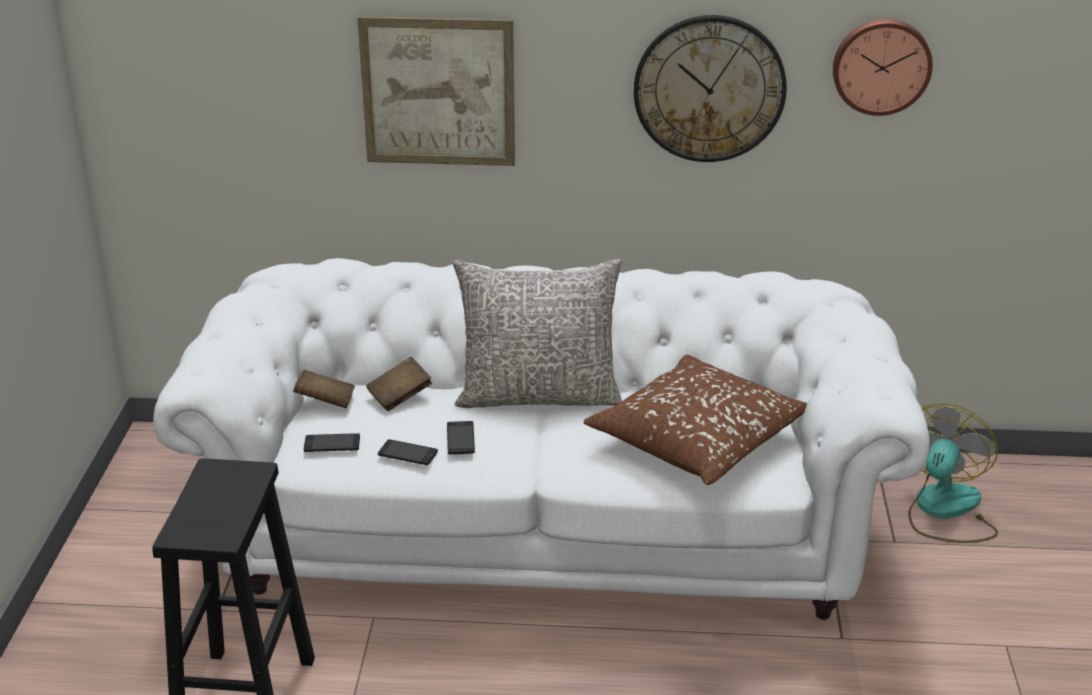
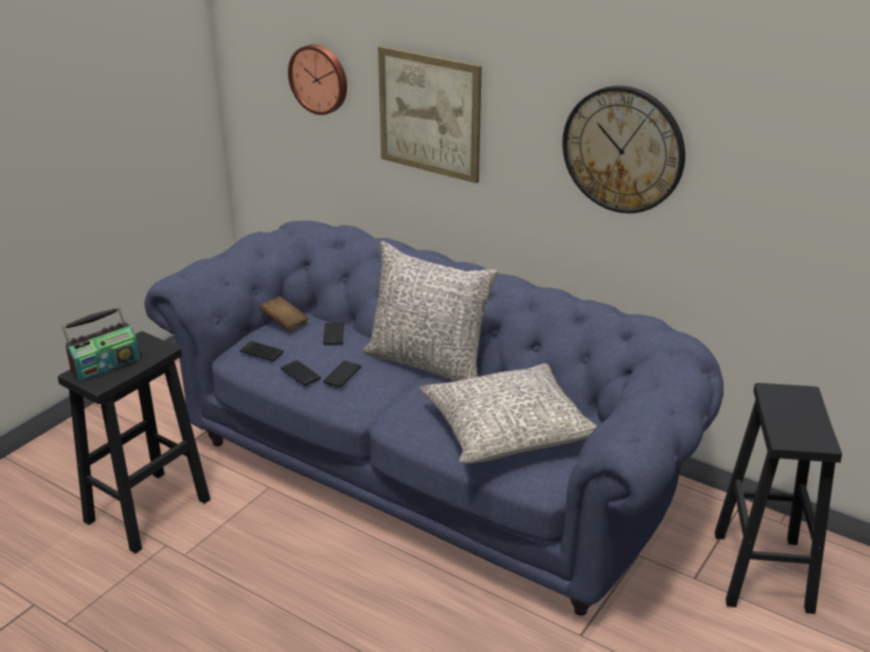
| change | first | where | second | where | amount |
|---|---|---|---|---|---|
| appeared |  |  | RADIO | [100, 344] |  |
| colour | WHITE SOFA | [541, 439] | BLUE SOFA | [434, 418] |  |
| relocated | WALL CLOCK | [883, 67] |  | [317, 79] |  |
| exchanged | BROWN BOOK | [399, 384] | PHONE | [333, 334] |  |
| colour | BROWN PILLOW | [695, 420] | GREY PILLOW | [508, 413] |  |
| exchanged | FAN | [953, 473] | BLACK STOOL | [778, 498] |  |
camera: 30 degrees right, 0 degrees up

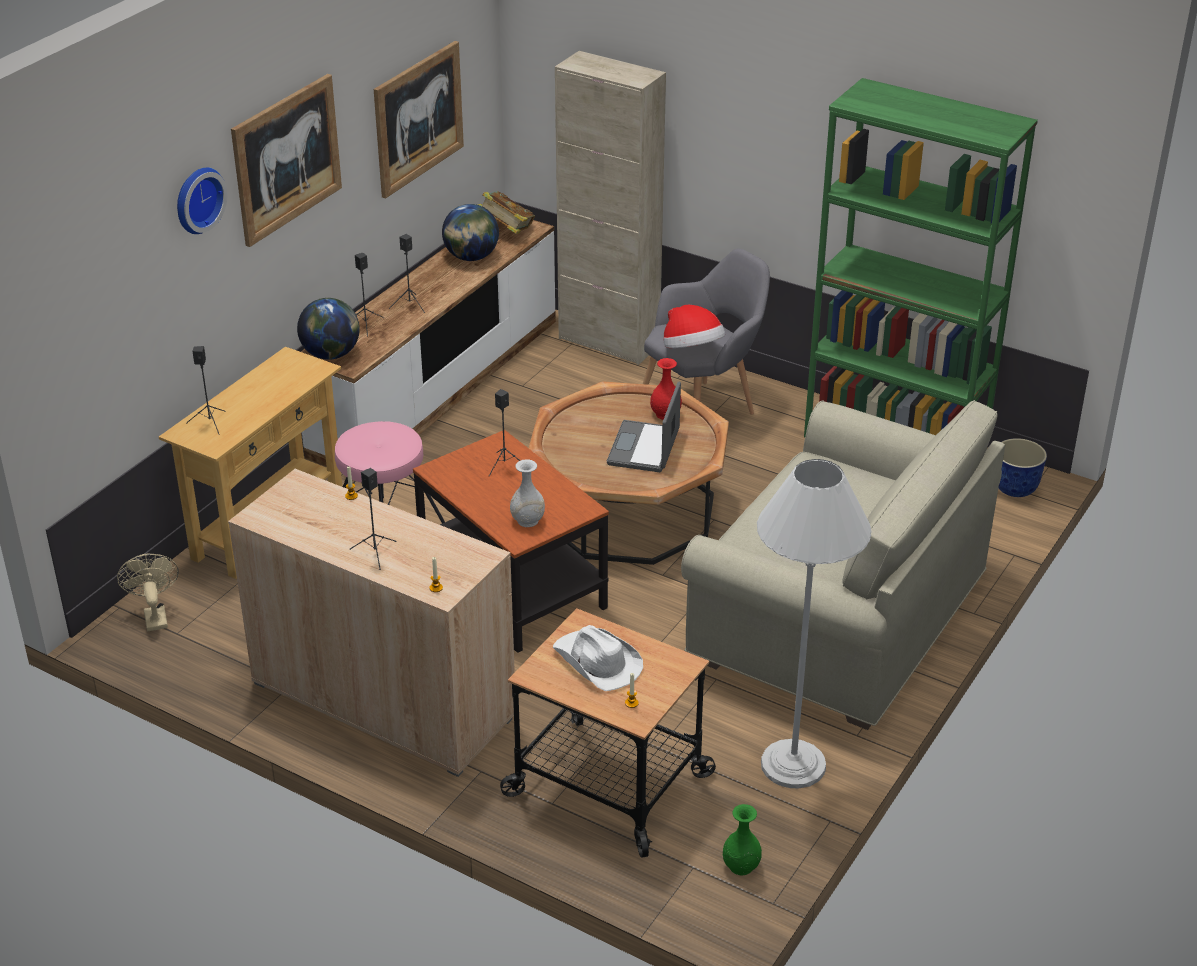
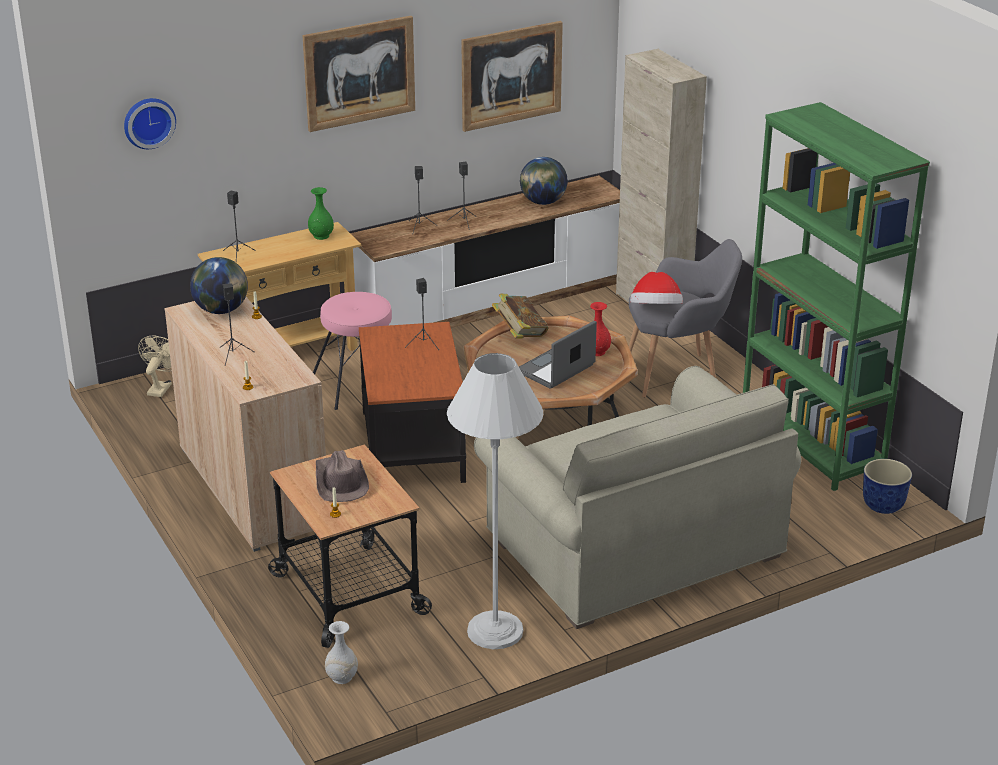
| change | first | where | second | where | amount |
|---|---|---|---|---|---|
| relocated | WALL CLOCK | [202, 201] |  | [150, 123] |  |
| relocated | GLOBE | [328, 329] |  | [219, 285] |  |
| relocated | GREEN VASE | [742, 839] |  | [321, 213] |  |
| colour | WHITE HAT | [598, 658] | BROWN HAT | [342, 476] |  |
| relocated | WHITE VASE | [527, 493] |  | [341, 652] |  |
| relocated | BOOK | [506, 212] |  | [520, 316] |  |
camera: 30 degrees right, 5 degrees down

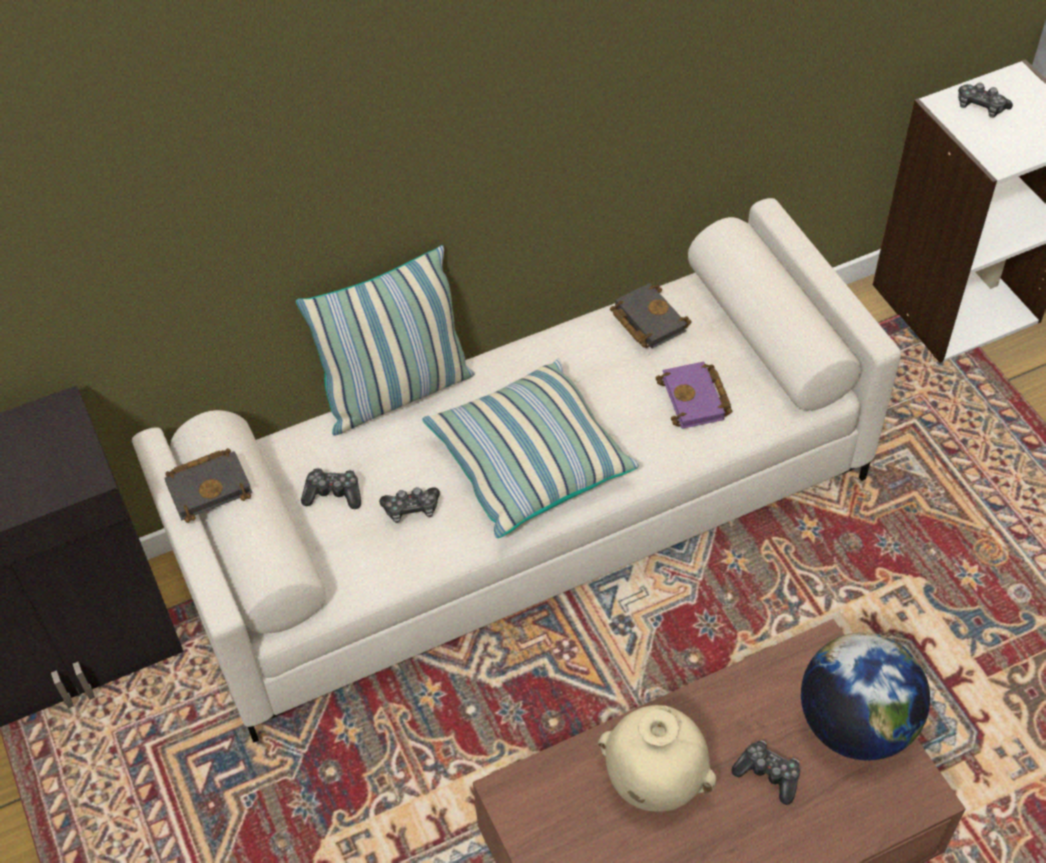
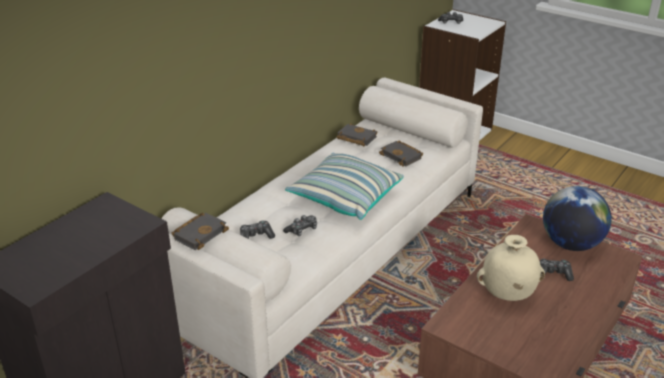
| change | first | where | second | where | amount |
|---|---|---|---|---|---|
| colour | PURPLE BOOK | [693, 395] | BLACK BOOK | [401, 153] |  |
| missing | PILLOW | [385, 340] |  |  |  |
camera: 30 degrees left, 20 degrees down

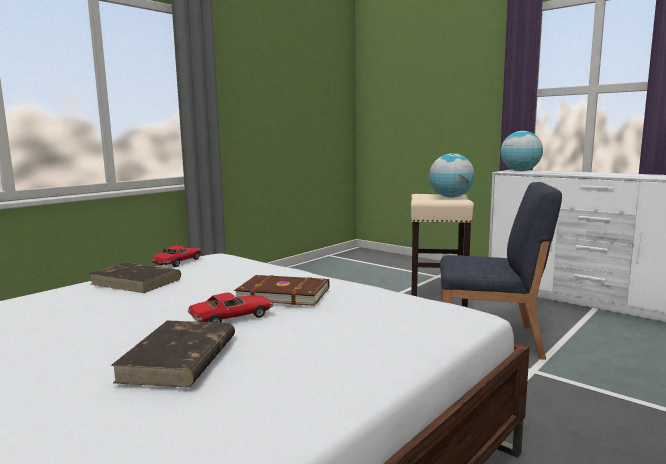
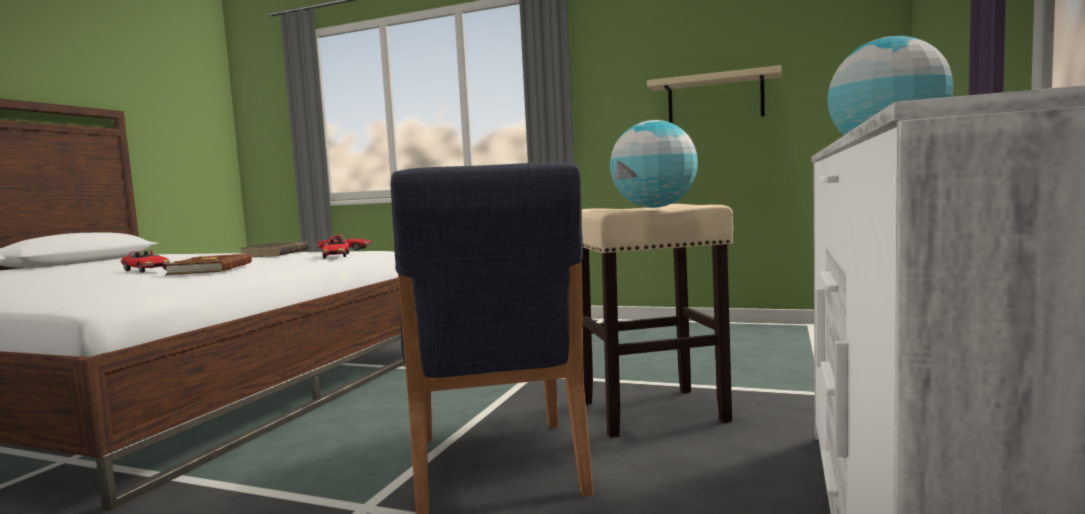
| change | first | where | second | where | amount |
|---|---|---|---|---|---|
| appeared |  |  | TOY CAR | [336, 248] |  |
| appeared |  |  | BEIGE SHELF | [714, 94] |  |
| missing | BROWN BOOK | [173, 354] |  |  |  |
camera: 70 degrees right, 5 degrees down

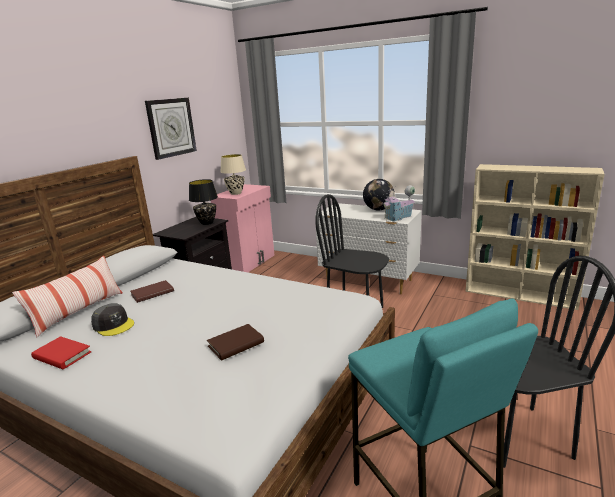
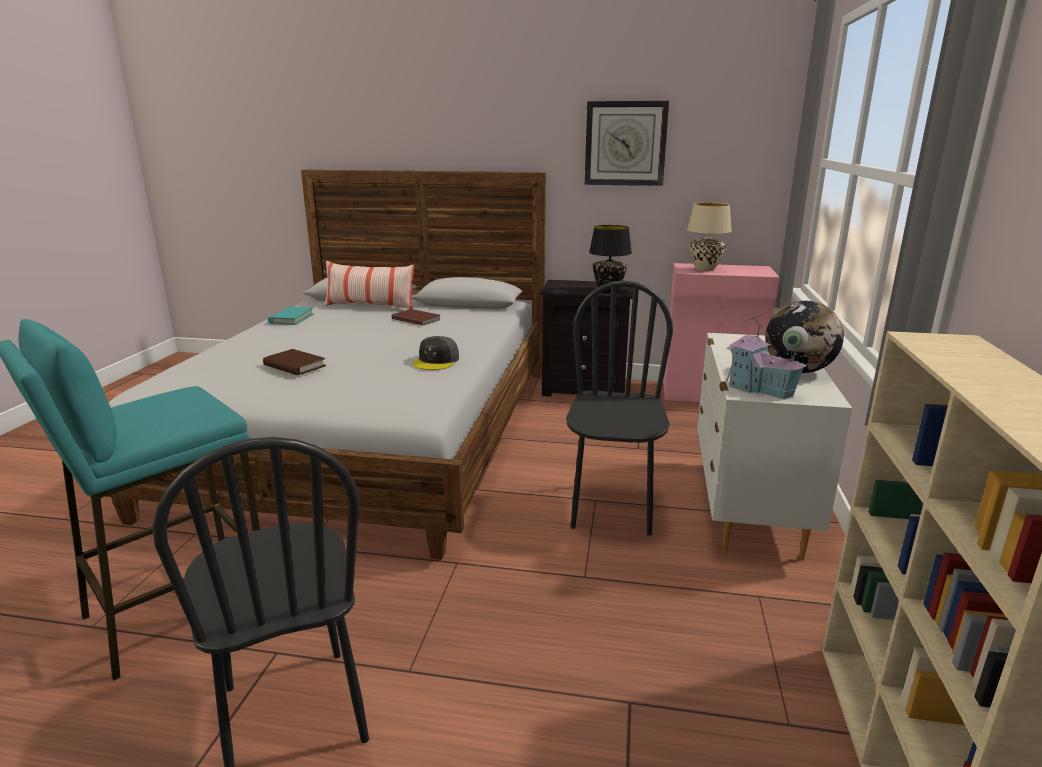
| change | first | where | second | where | amount |
|---|---|---|---|---|---|
| colour | RED BOOK | [61, 352] | TURQUOISE BOOK | [291, 316] |  |
| relocated | GREY CAP | [112, 319] |  | [436, 353] |  |
camera: 70 degrees right, 0 degrees up

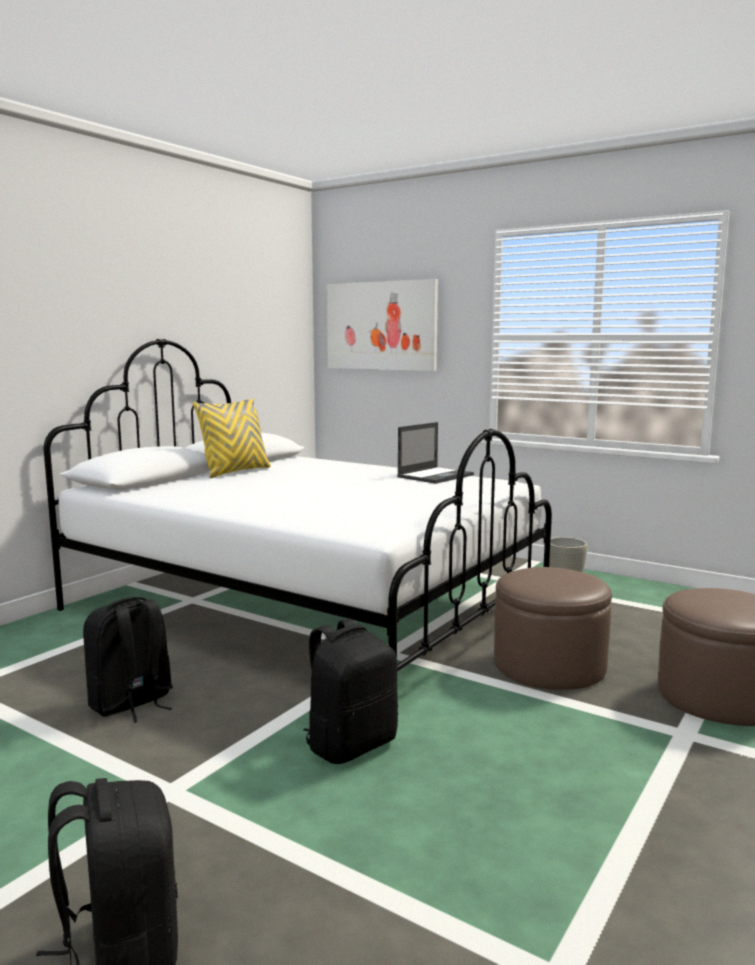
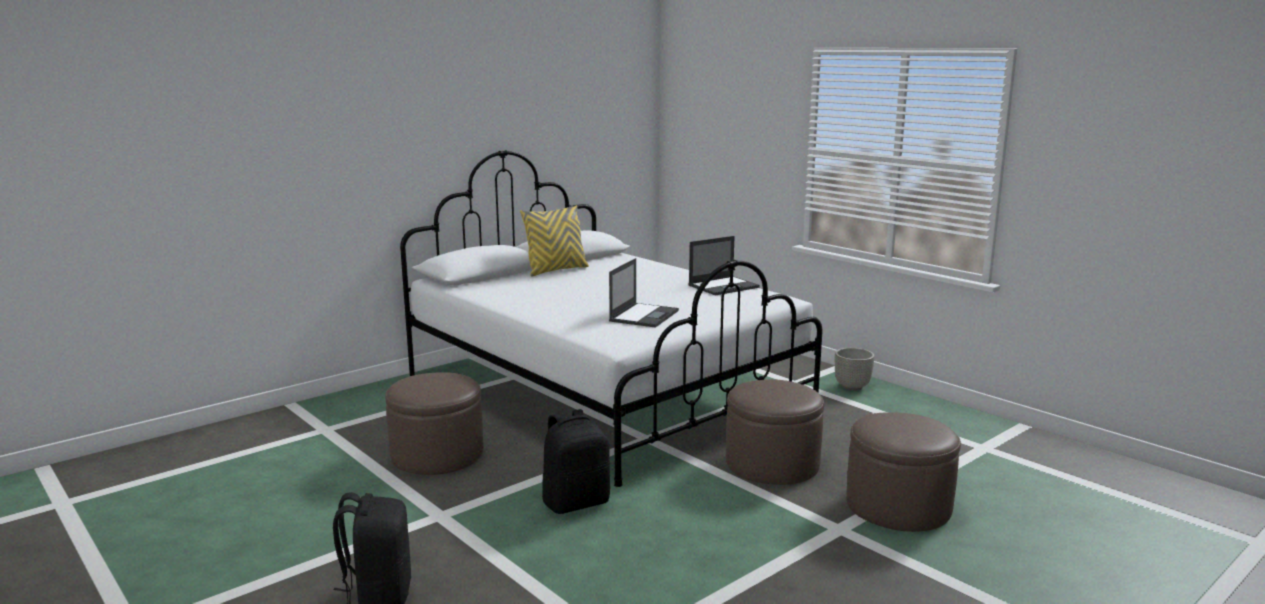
| change | first | where | second | where | amount |
|---|---|---|---|---|---|
| exchanged | BLACK BACKPACK | [128, 660] | BROWN OTTOMAN | [434, 423] |  |
| appeared |  |  | LAPTOP | [644, 293] |  |
| missing | PICTURE | [382, 325] |  |  |  |
camera: 15 degrees right, 5 degrees up

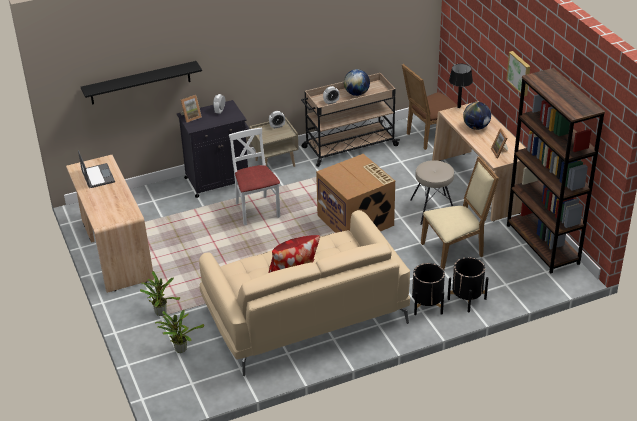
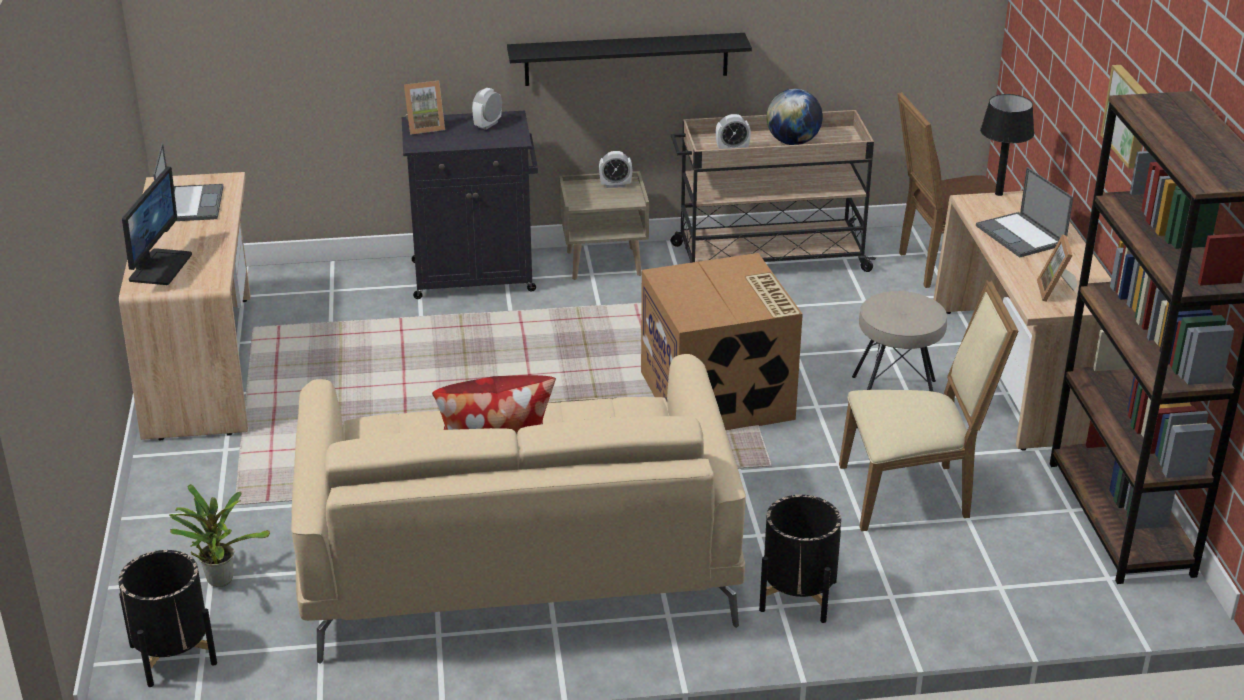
| change | first | where | second | where | amount |
|---|---|---|---|---|---|
| relocated | BLACK PLANTER | [468, 284] |  | [167, 618] |  |
| appeared |  |  | MONITOR | [157, 226] |  |
| relocated | BLACK SHELF | [141, 83] |  | [629, 59] |  |
| exchanged | GLOBE | [477, 116] | LAPTOP | [1024, 212] |  |
| missing | POTTED PLANT | [160, 293] |  |  |  |
| missing | WHITE CHAIR | [254, 176] |  |  |  |
camera: 15 degrees right, 5 degrees down

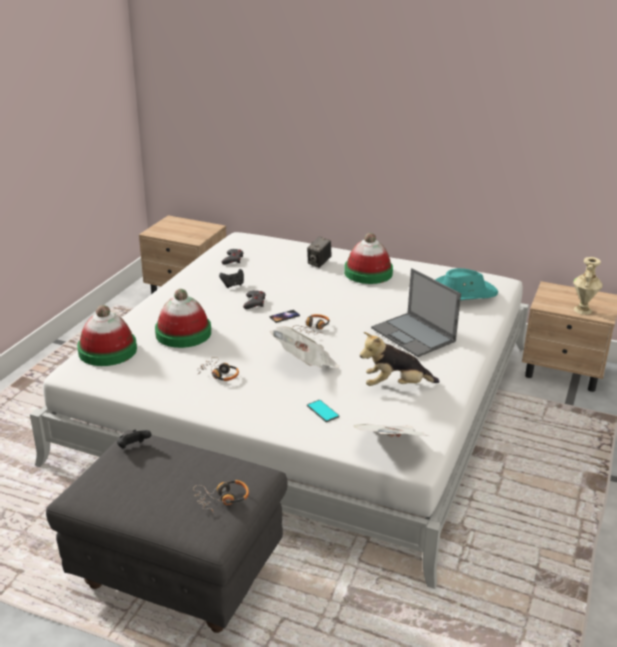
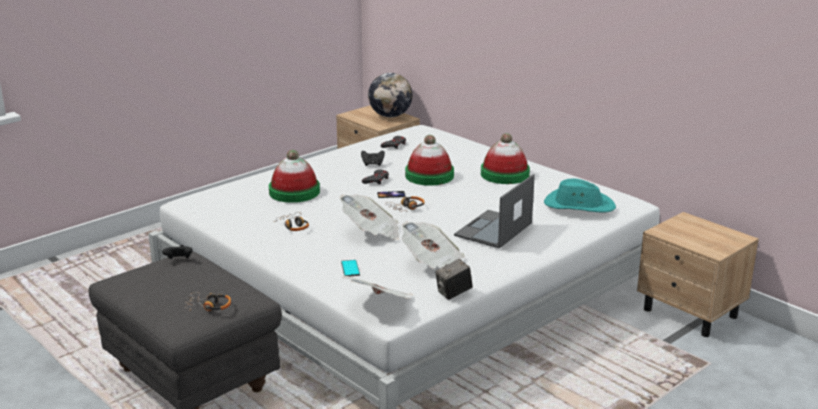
| change | first | where | second | where | amount |
|---|---|---|---|---|---|
| appeared |  |  | GLOBE | [390, 95] |  |
| exchanged | PLUSH TOY | [400, 359] | NEWSPAPER | [433, 245] |  |
| relocated | HAT | [107, 335] |  | [429, 160] |  |
| relocated | PHOTO CAMERA | [319, 252] |  | [454, 279] |  |
| spun | LAPTOP | [416, 312] |  | [494, 211] | 45 degrees clockwise |
| missing | BEIGE VASE | [588, 286] |  |  |  |
camera: 25 degrees right, 5 degrees down

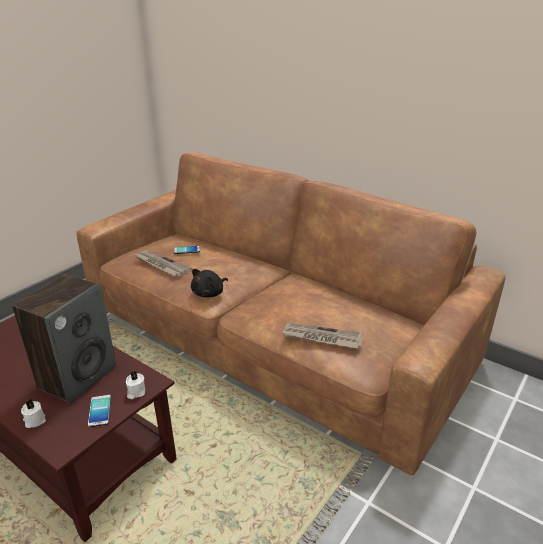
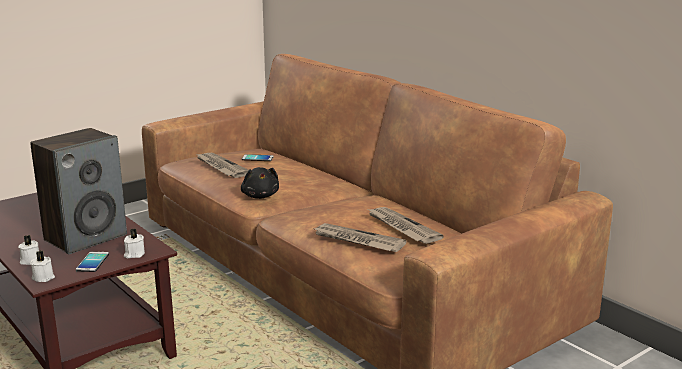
| change | first | where | second | where | amount |
|---|---|---|---|---|---|
| appeared |  |  | WHITE CANDLE | [42, 266] |  |
| spun | BLACK PLUSH TOY | [209, 283] |  | [260, 183] | 75 degrees counterclockwise |
| appeared |  |  | NEWSPAPER | [406, 225] |  |
camera: 15 degrees right, 10 degrees down

